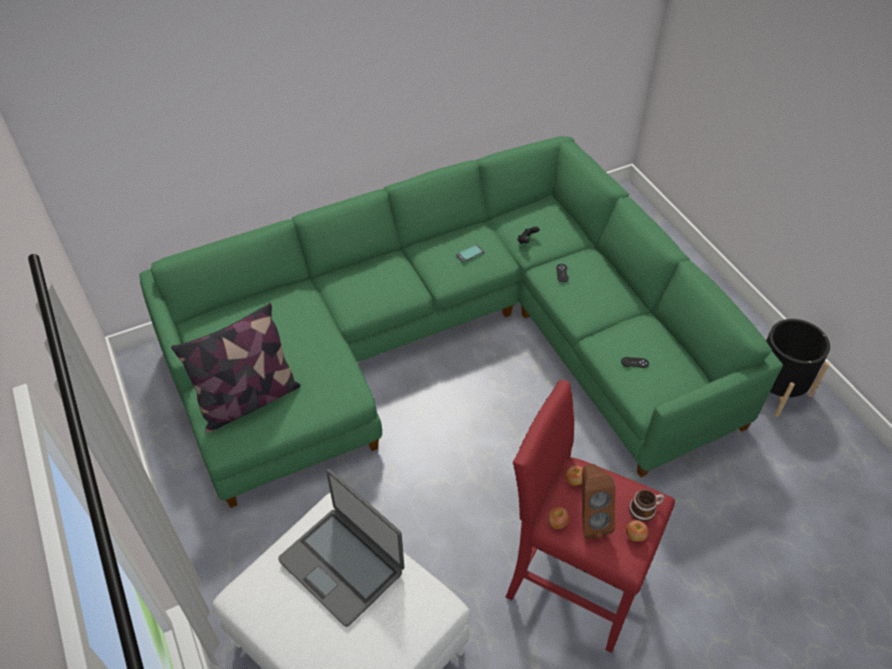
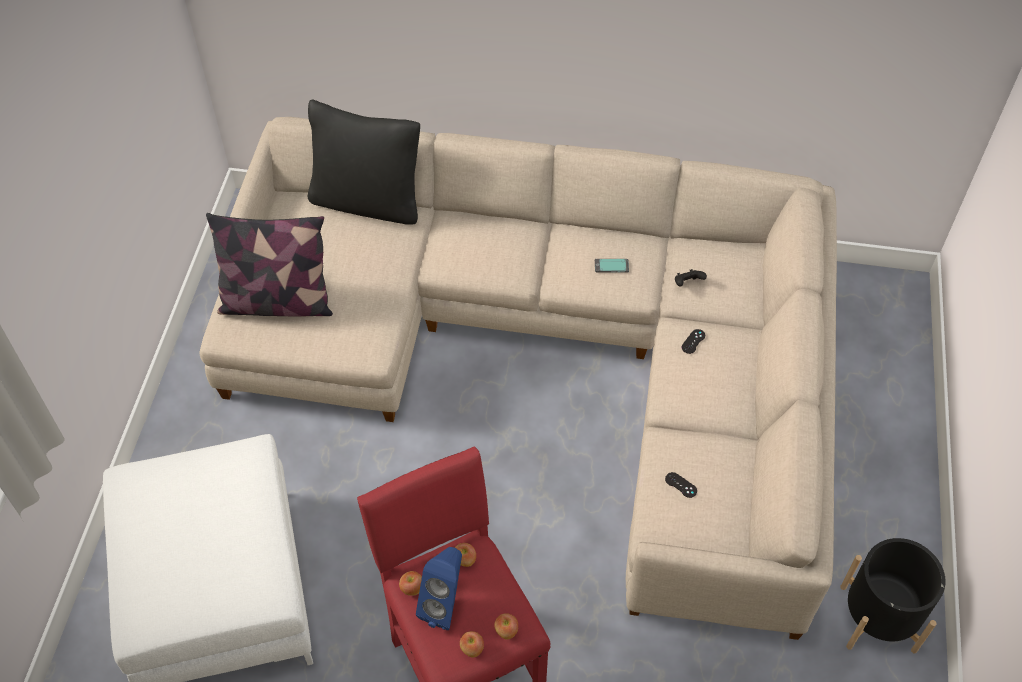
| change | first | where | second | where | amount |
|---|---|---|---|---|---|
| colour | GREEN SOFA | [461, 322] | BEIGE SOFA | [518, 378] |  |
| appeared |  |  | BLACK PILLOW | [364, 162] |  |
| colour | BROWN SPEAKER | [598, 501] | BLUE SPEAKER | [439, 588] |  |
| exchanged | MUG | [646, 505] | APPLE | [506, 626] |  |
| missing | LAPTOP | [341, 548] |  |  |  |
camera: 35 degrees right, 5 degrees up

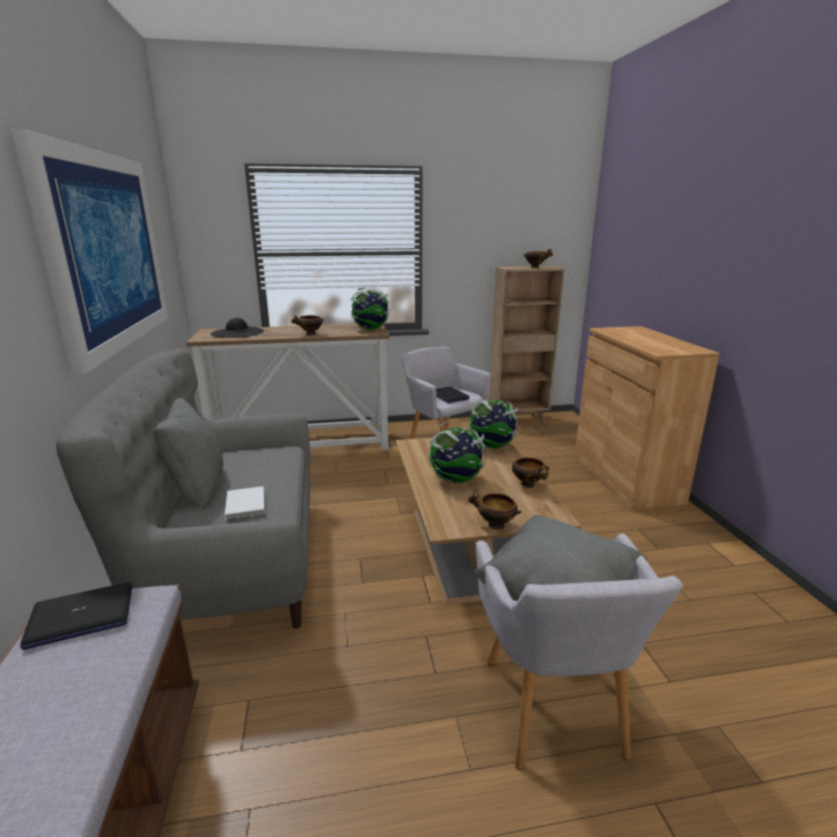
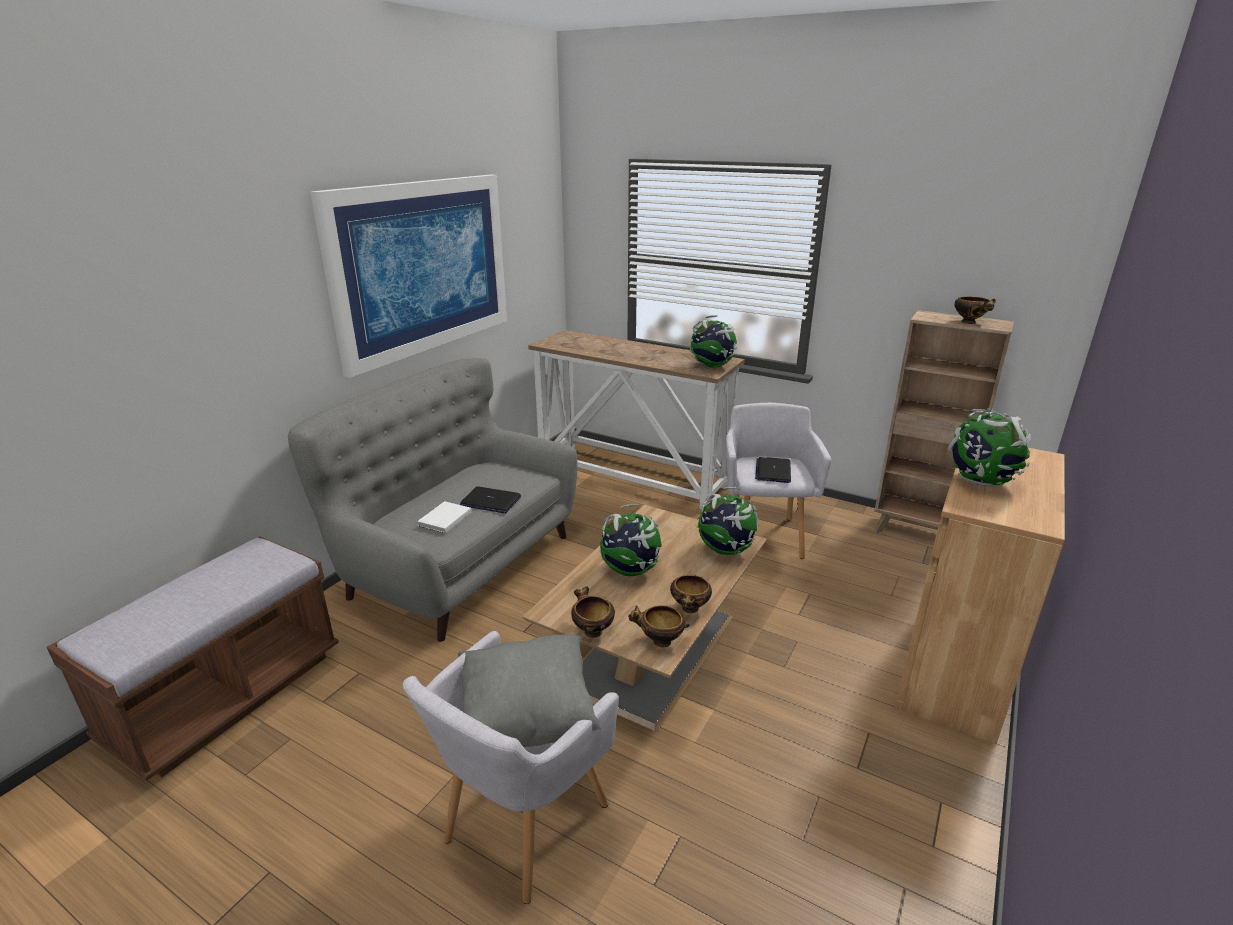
| change | first | where | second | where | amount |
|---|---|---|---|---|---|
| relocated | LAPTOP | [76, 616] |  | [490, 499] |  |
| relocated | BOWL | [307, 325] |  | [659, 626] |  |
| appeared |  |  | GLOBE | [989, 447] |  |
| missing | GREY PILLOW | [187, 454] |  |  |  |
| missing | BLACK HAT | [237, 328] |  |  |  |
camera: 40 degrees right, 5 degrees up

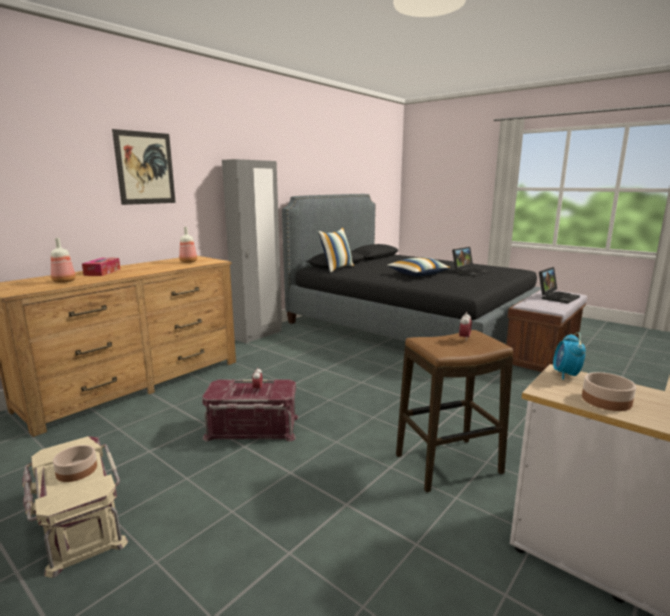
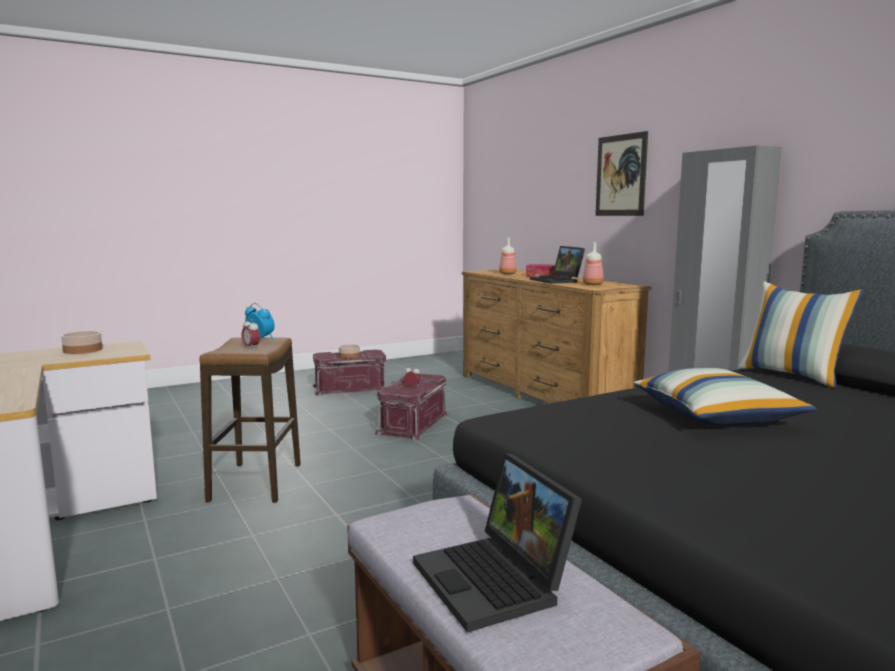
| change | first | where | second | where | amount |
|---|---|---|---|---|---|
| relocated | ALARM CLOCK | [569, 356] |  | [260, 321] |  |
| colour | BEIGE STORAGE BOX | [75, 507] | RED STORAGE BOX | [349, 373] |  |
| relocated | LAPTOP | [471, 262] |  | [557, 265] |  |
camera: 110 degrees right, 5 degrees down

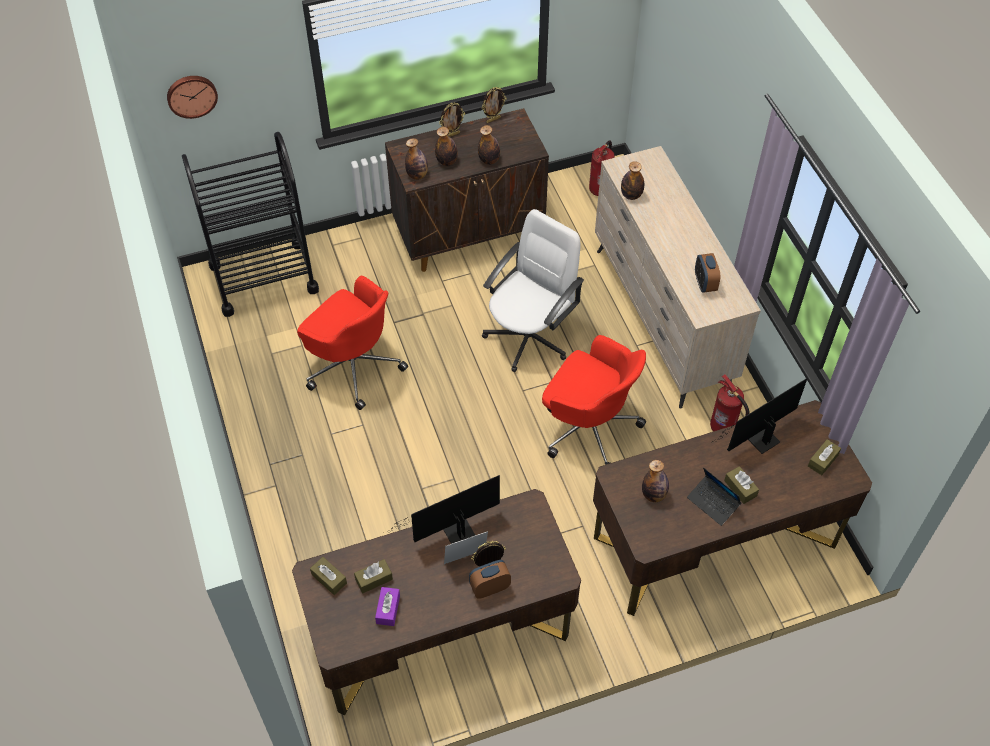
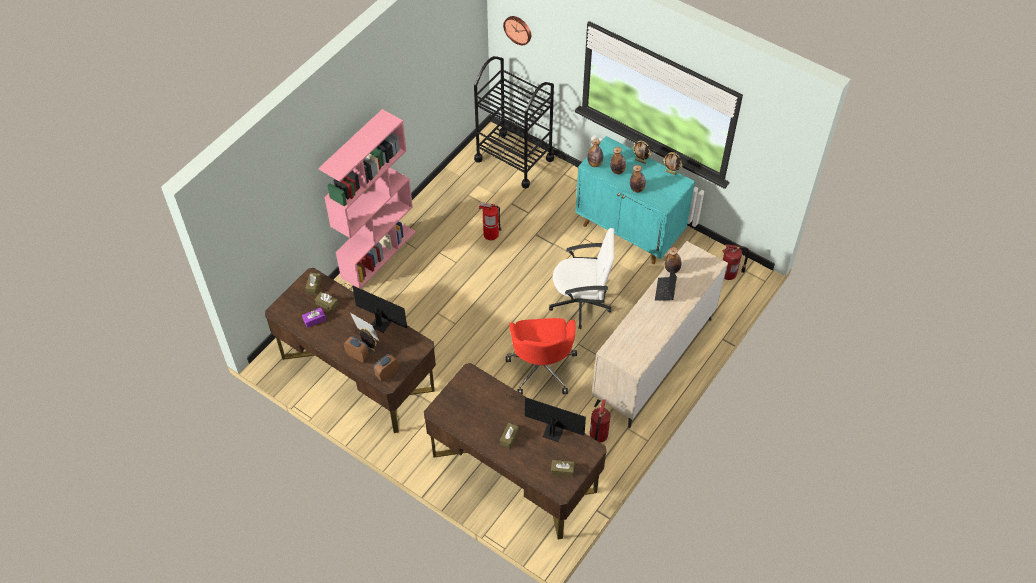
| change | first | where | second | where | amount |
|---|---|---|---|---|---|
| appeared |  |  | PINK BOOKCASE | [367, 199] |  |
| relocated | ALARM CLOCK | [707, 273] |  | [386, 367] |  |
| exchanged | RED OFFICE CHAIR | [352, 343] | FIRE EXTINGUISHER | [490, 221] |  |
| colour | BROWN CABINET | [467, 190] | TURQUOISE CABINET | [635, 200] |  |
| relocated | LAPTOP | [714, 496] |  | [666, 283] |  |
| missing | BOTTLE | [655, 481] |  |  |  |
camera: 55 degrees right, 0 degrees up

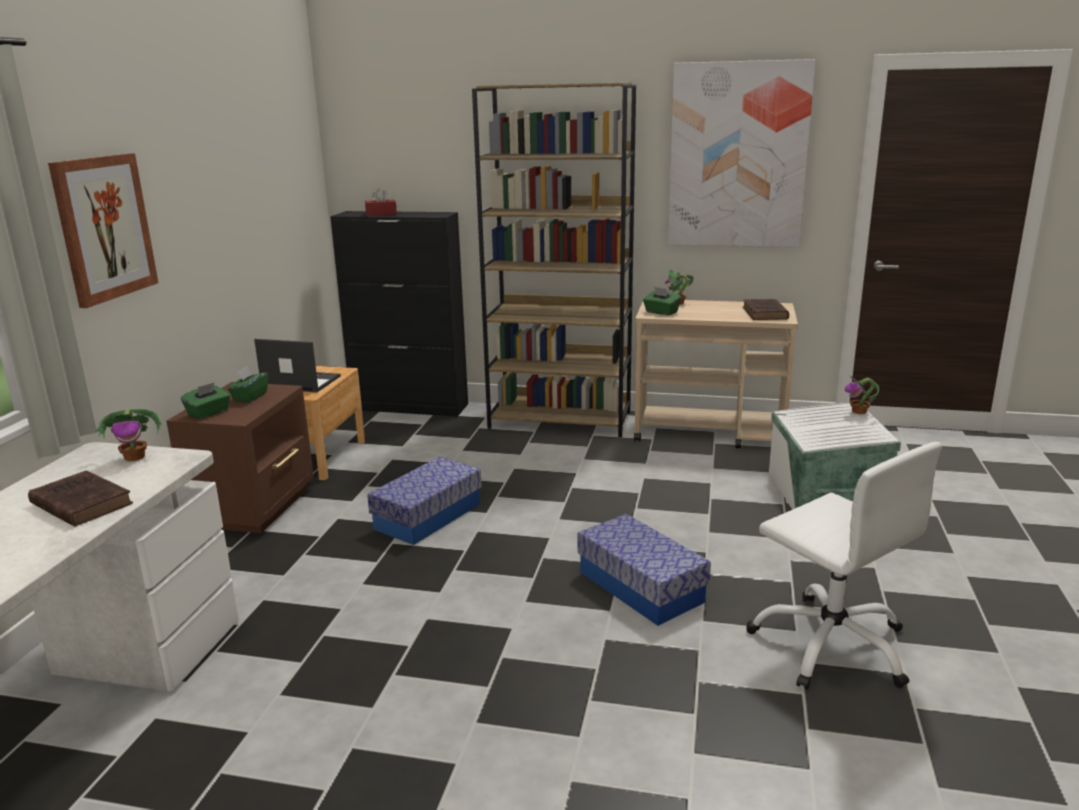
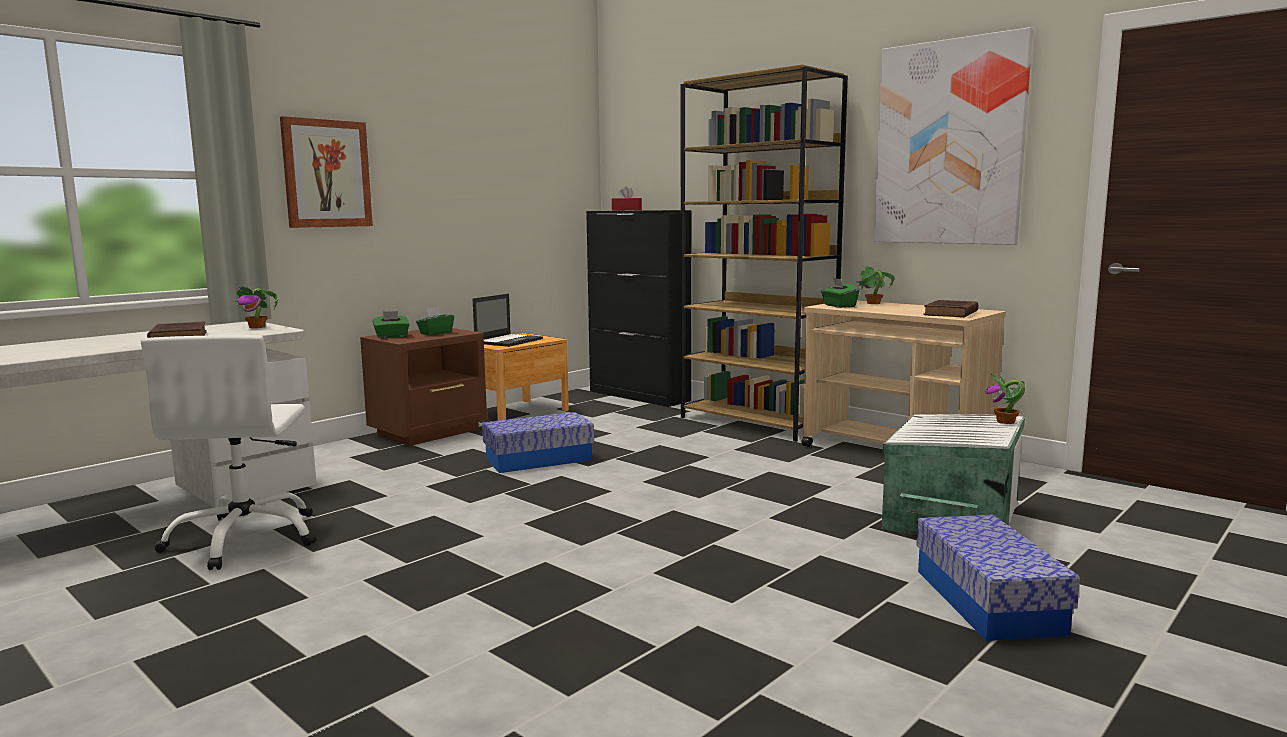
| change | first | where | second | where | amount |
|---|---|---|---|---|---|
| relocated | WHITE OFFICE CHAIR | [844, 565] |  | [228, 452] |  |
| spun | LAPTOP | [297, 365] |  | [508, 320] | 75 degrees clockwise |
| relocated | STORAGE BOX | [644, 570] |  | [998, 578] |  |
camera: 30 degrees right, 10 degrees down

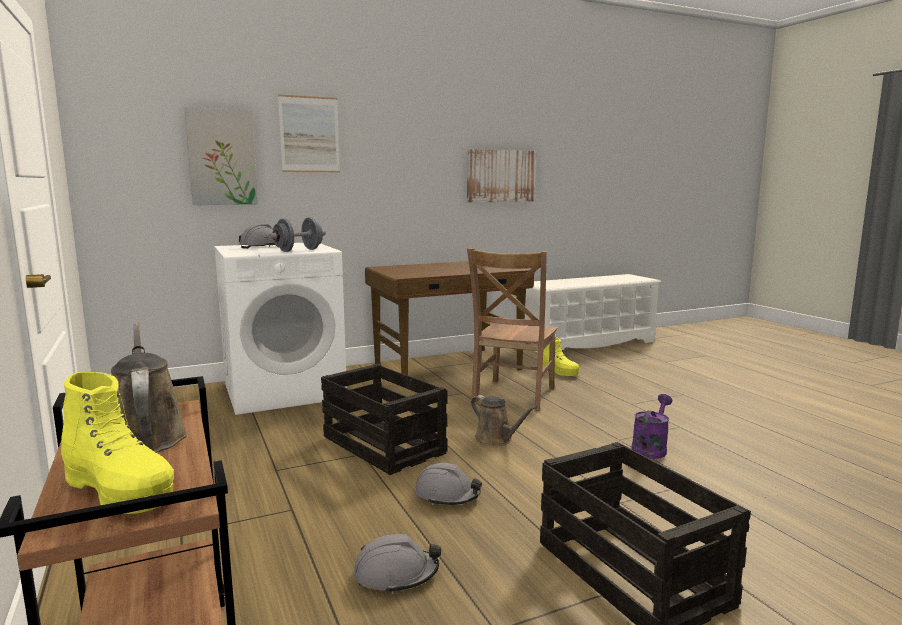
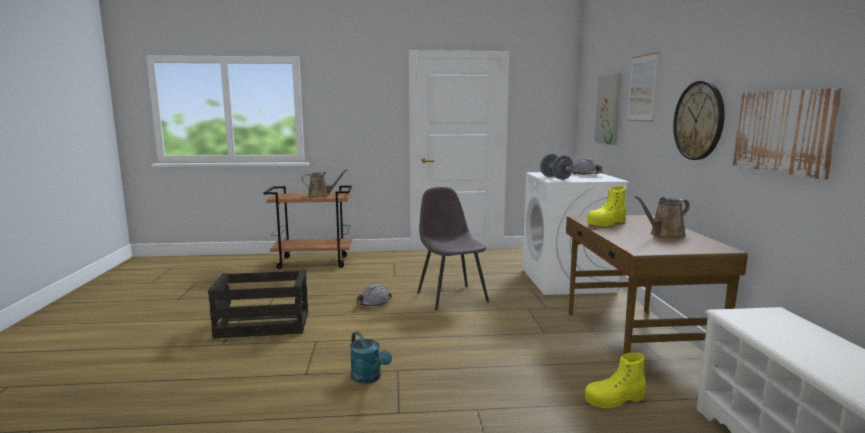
| change | first | where | second | where | amount |
|---|---|---|---|---|---|
| colour | PURPLE WATERING CAN | [651, 426] | TURQUOISE WATERING CAN | [371, 357] |  |
| exchanged | CRATE | [384, 419] | GREY CHAIR | [453, 248] |  |
| relocated | YELLOW BOOT | [117, 443] |  | [607, 206] |  |
| relocated | BROWN WATERING CAN | [504, 420] |  | [662, 217] |  |
| appeared |  |  | WALL CLOCK | [699, 120] |  |
| missing | GREY HARD HAT | [397, 564] |  |  |  |
| missing | BROWN CHAIR | [512, 329] |  |  |  |
camera: 110 degrees right, 0 degrees up

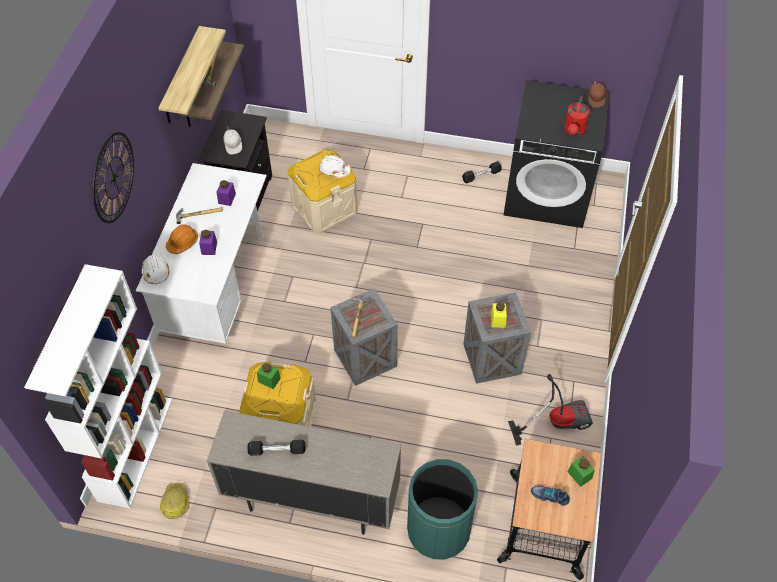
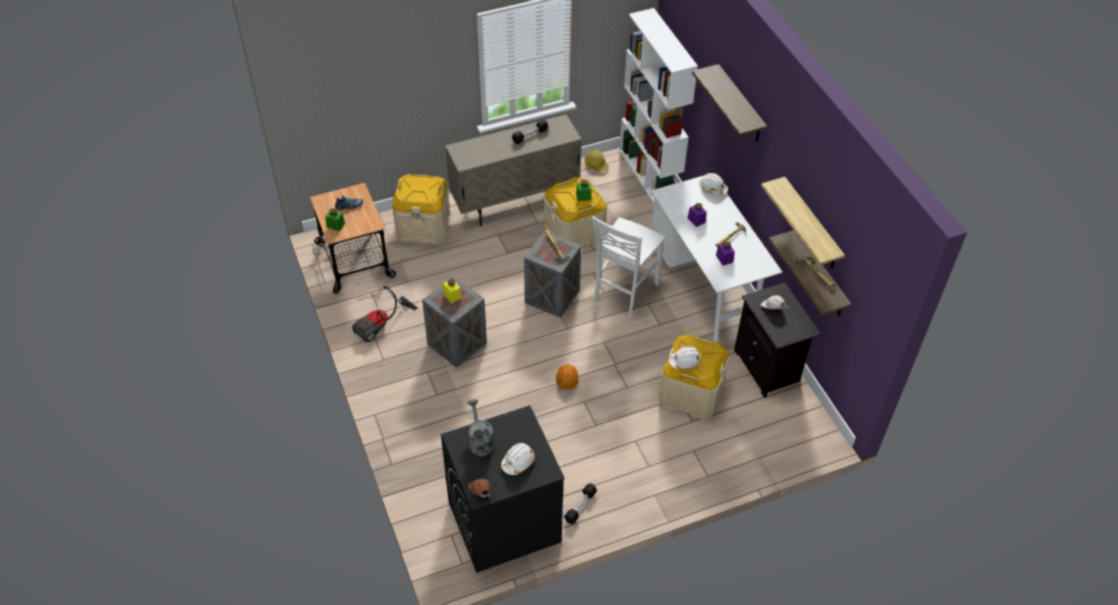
| change | first | where | second | where | amount |
|---|---|---|---|---|---|
| exchanged | GREEN TRASH CAN | [442, 509] | BEIGE STORAGE BOX | [421, 209] |  |
| colour | RED WATERING CAN | [577, 116] | GREY WATERING CAN | [481, 427] |  |
| appeared |  |  | WHITE HARD HAT | [518, 459] |  |
| relocated | ORANGE HARD HAT | [182, 239] |  | [567, 377] |  |
| appeared |  |  | WHITE CHAIR | [628, 267] |  |
| exchanged | WALL CLOCK | [113, 177] | SHELF | [729, 103] |  |
camera: 145 degrees right, 5 degrees down

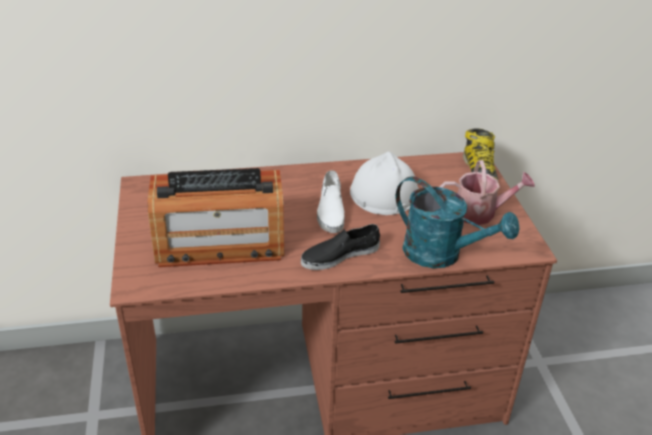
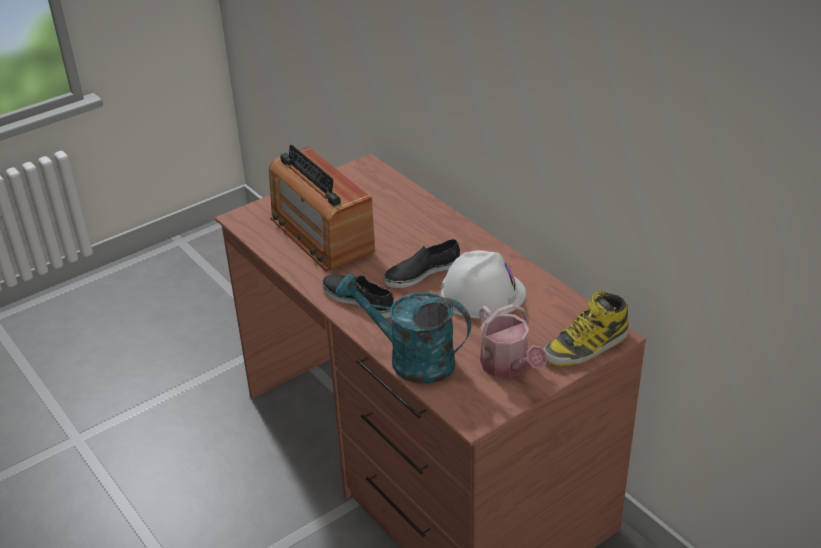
| change | first | where | second | where | amount |
|---|---|---|---|---|---|
| spun | TURQUOISE WATERING CAN | [457, 222] |  | [403, 328] | 105 degrees clockwise |
| colour | WHITE SHOE | [331, 201] | BLACK SHOE | [422, 263] |  |
camera: 65 degrees right, 0 degrees up

